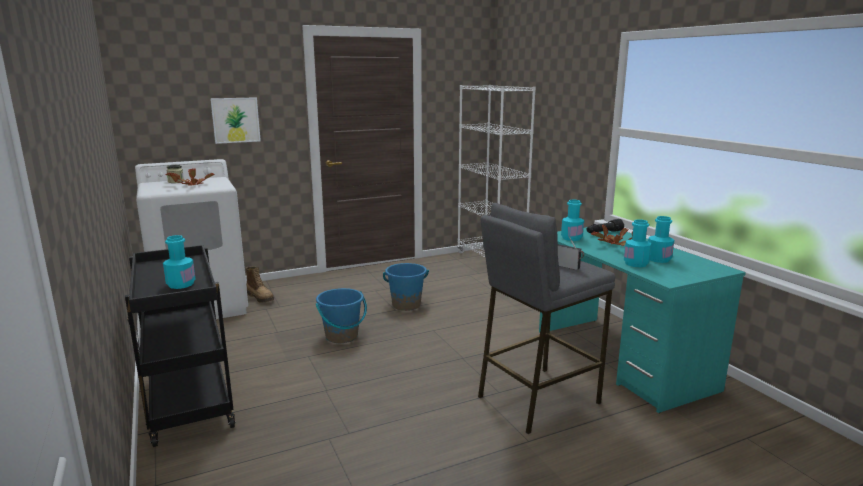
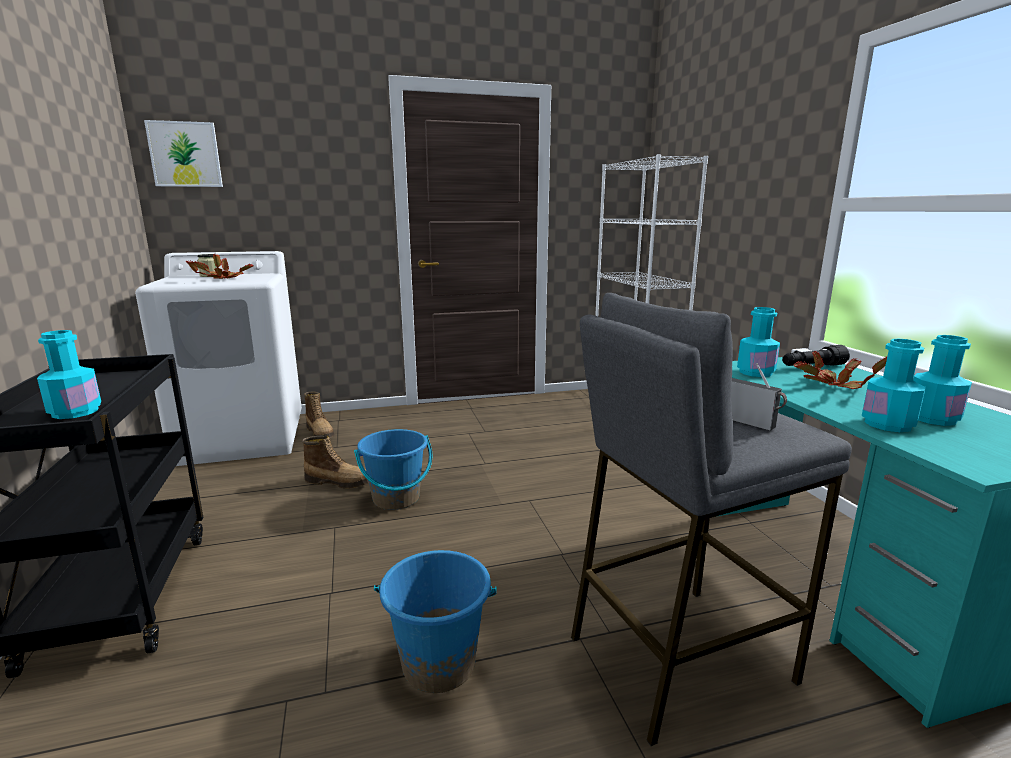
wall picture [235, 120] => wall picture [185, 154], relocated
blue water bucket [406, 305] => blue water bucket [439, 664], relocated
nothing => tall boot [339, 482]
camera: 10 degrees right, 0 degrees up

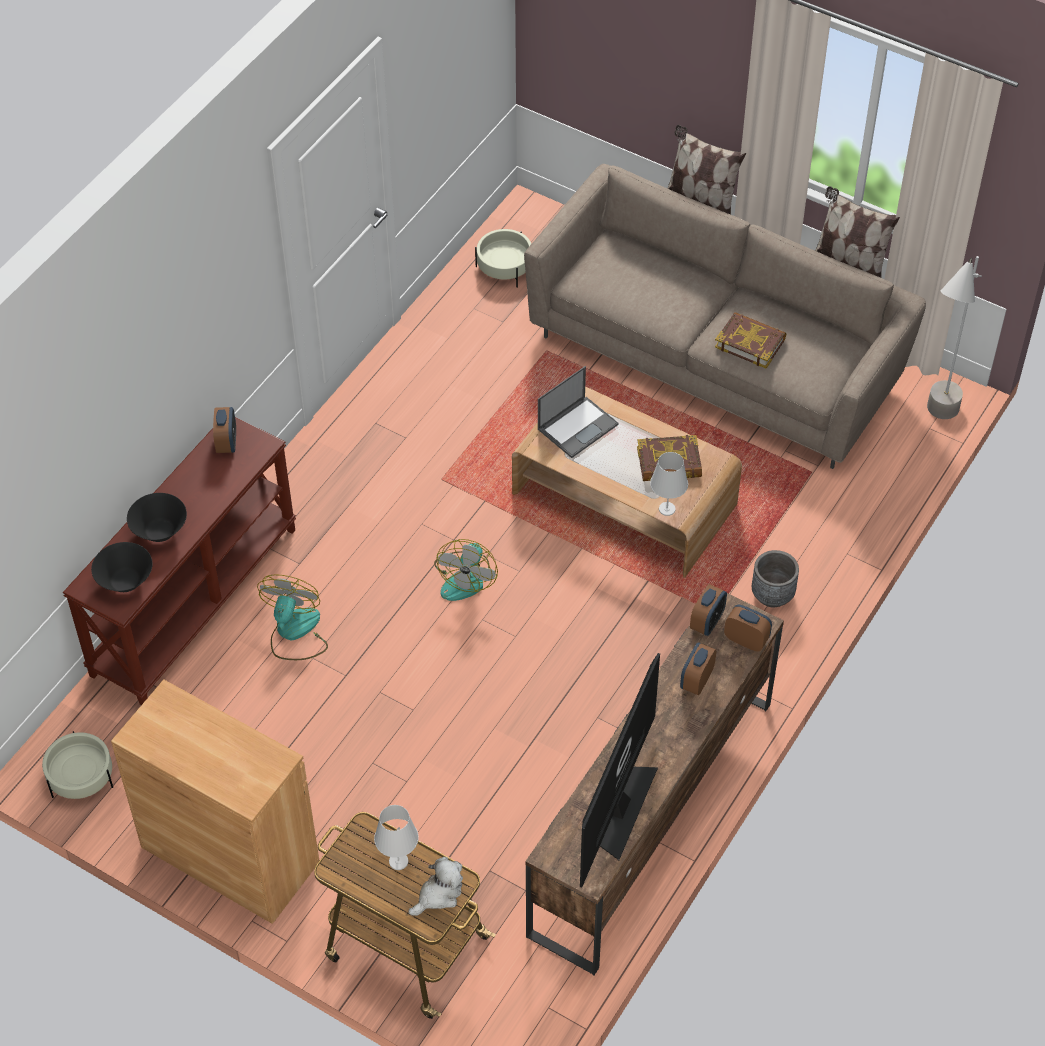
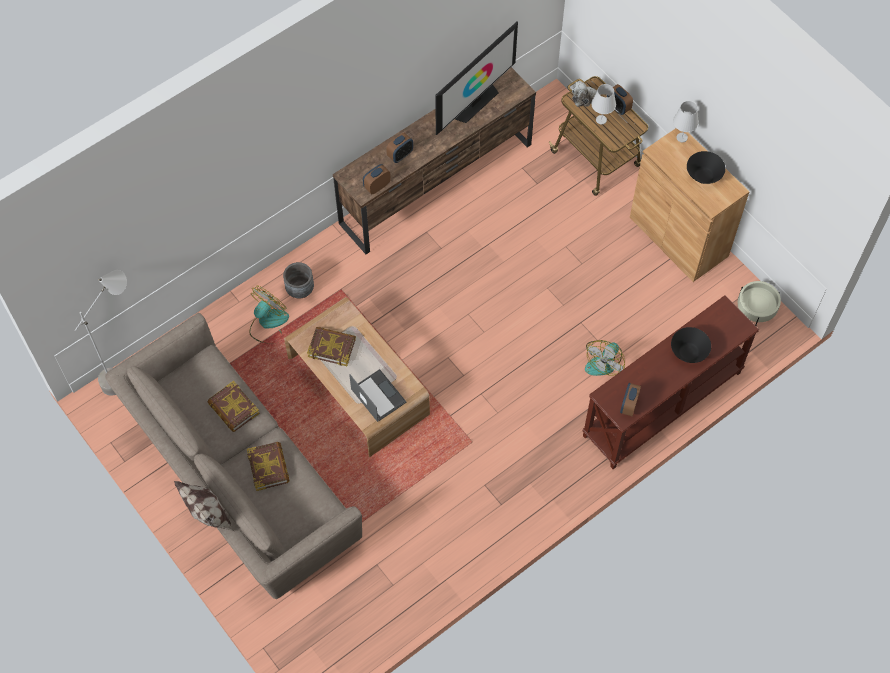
cushion [849, 262] => nothing
sand-coloured plant pot [504, 268] => nothing
notebook computer [578, 426] => notebook computer [377, 395], 75 degrees clockwise
white tabletop lamp [667, 509] => white tabletop lamp [682, 137], relocated
cooling fan [465, 578] => cooling fan [268, 324], relocated
black deep dish [125, 581] => black deep dish [703, 176], relocated
bedside clock [746, 640] => bedside clock [618, 107], relocated
nothing => volume [268, 467]
camera: 160 degrees left, 10 degrees up

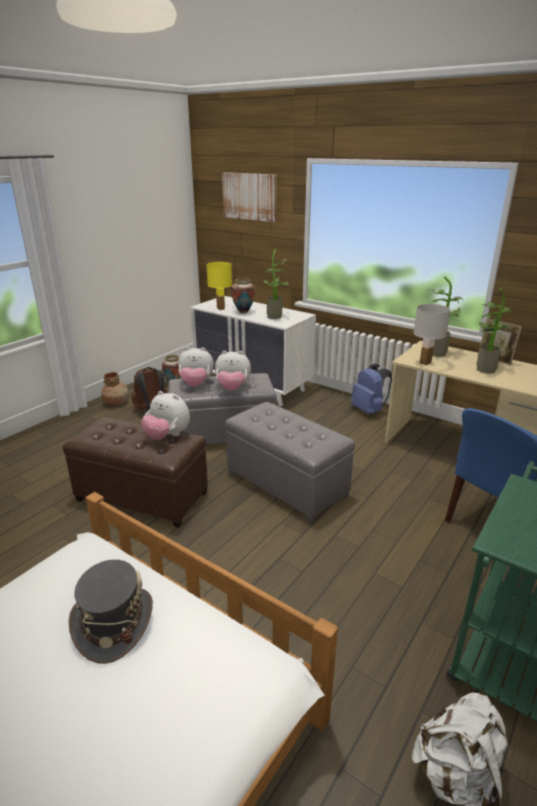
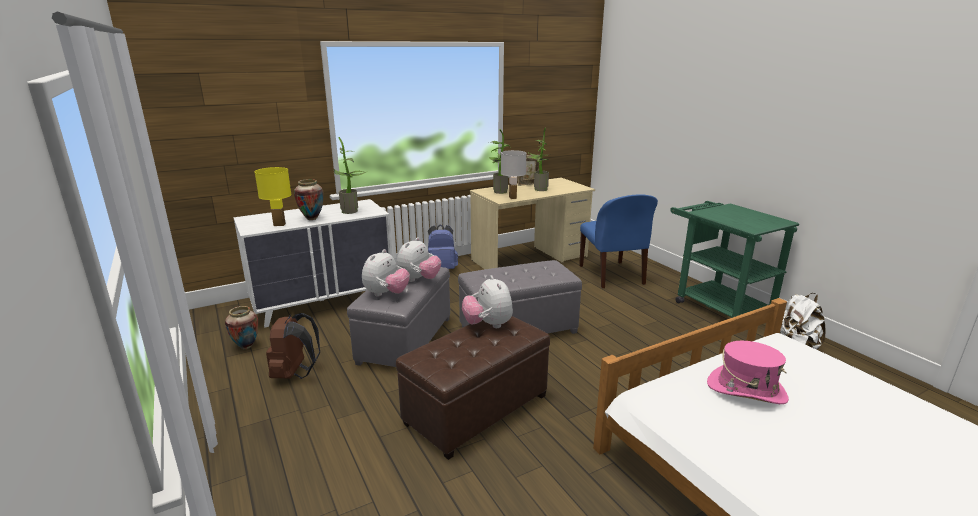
wall picture [250, 196] => nothing
brown-coloured vase [116, 402] => nothing
cuddly toy [167, 436] => cuddly toy [488, 325], 105 degrees clockwise
grey wearable hat [113, 623] => pinkish wearable hat [746, 390]
camera: 65 degrees left, 5 degrees down

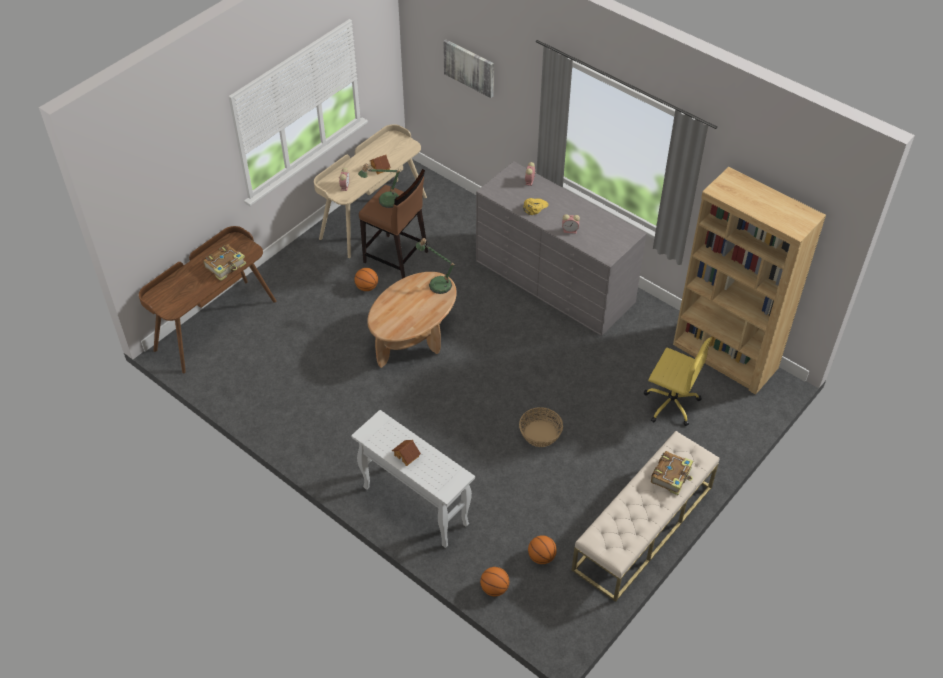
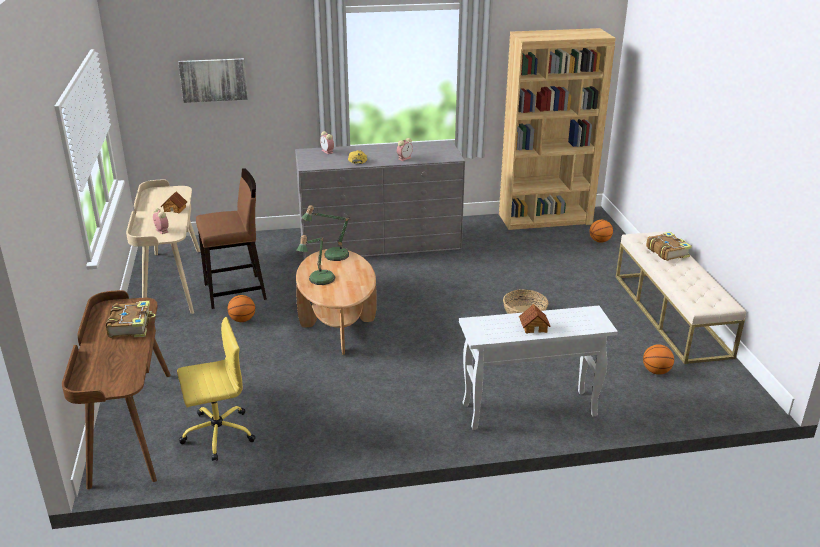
tabletop lamp [385, 200] => tabletop lamp [319, 280], relocated
yellowish computer chair [670, 403] => yellowish computer chair [217, 434], relocated
ball for basketball [494, 588] => ball for basketball [599, 241], relocated
camera: 50 degrees left, 20 degrees down

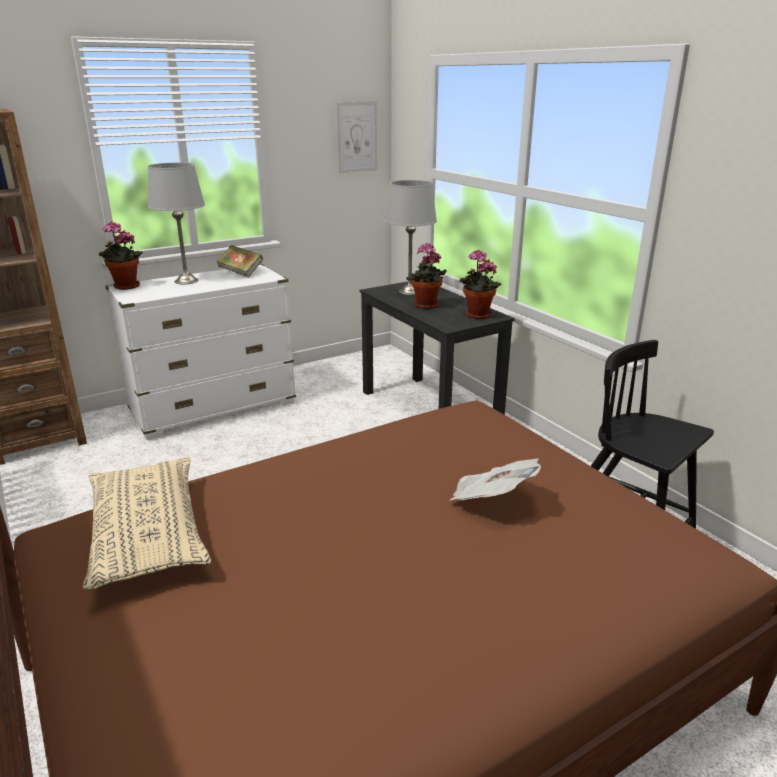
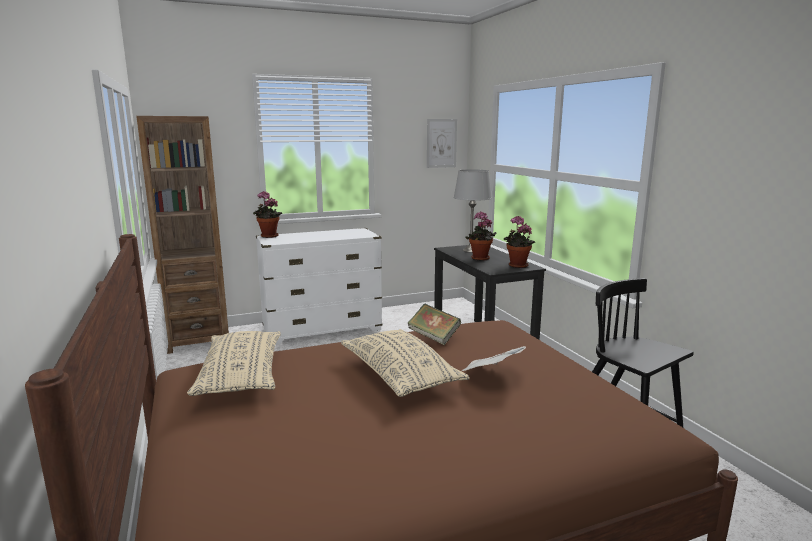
grey tabletop lamp [186, 281] => nothing
volume [241, 273] => volume [433, 337], relocated
nothing => sand-coloured cushion [400, 375]
camera: 10 degrees right, 10 degrees down

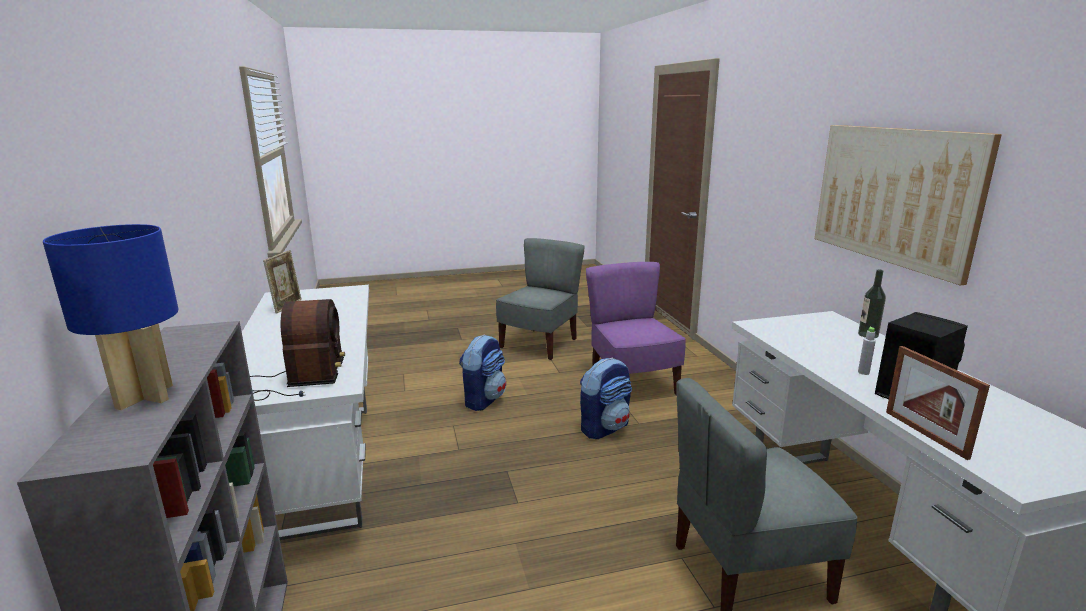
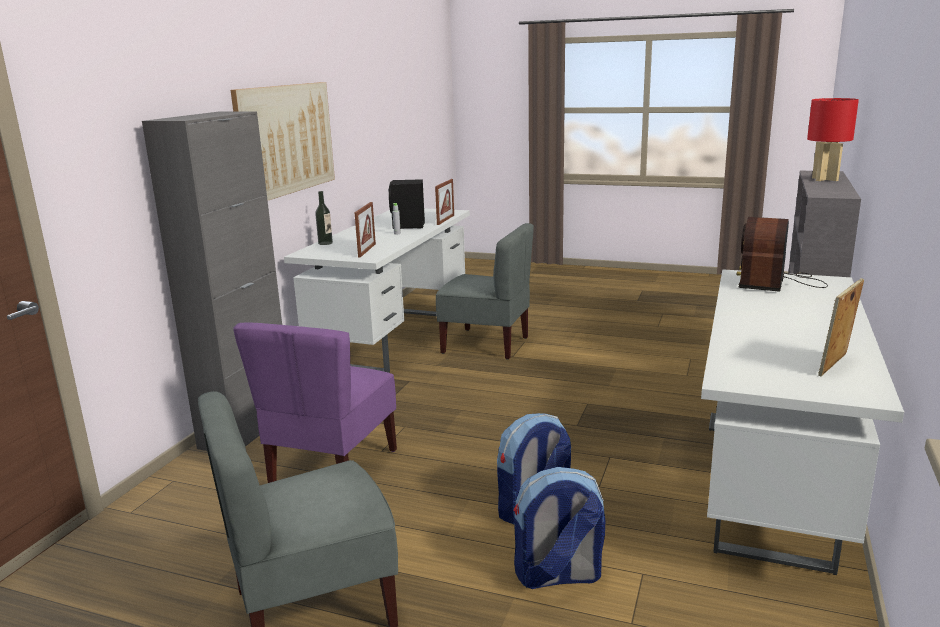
blue tabletop lamp [145, 396] => red tabletop lamp [824, 179]
backpack [605, 428] => backpack [557, 576], relocated
nothing => grey cabinet [247, 429]
nothing => photo frame [367, 250]
camera: 145 degrees left, 0 degrees up

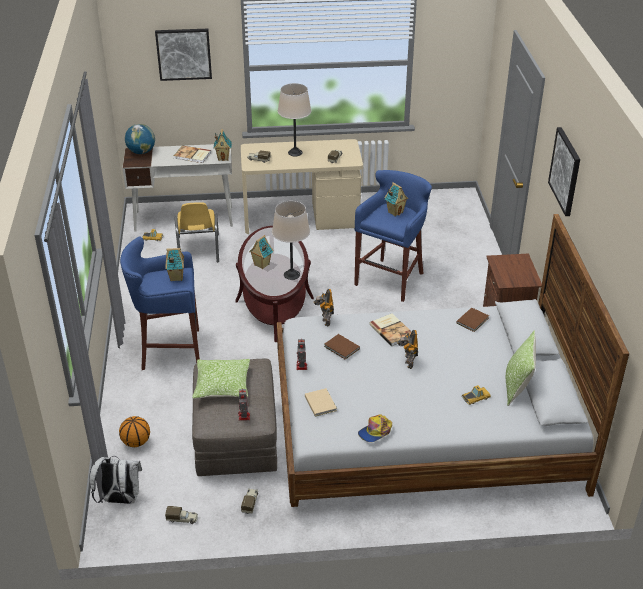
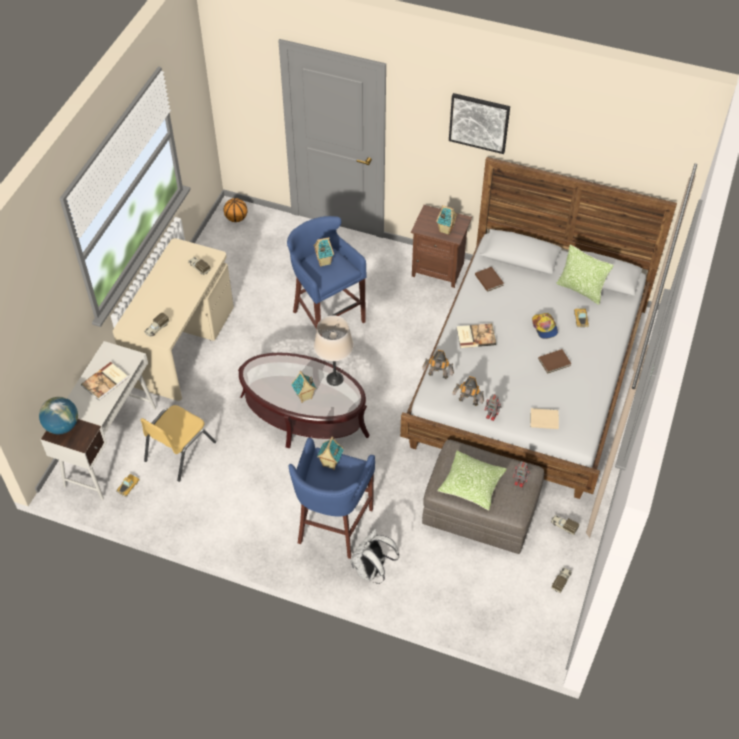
wall picture [184, 54] => nothing
sand-coloured tabletop lamp [295, 153] => nothing
miniature house [223, 158] => miniature house [445, 229], relocated
yellowish upright chair [198, 250] => yellowish upright chair [179, 451], 105 degrees clockwise
toy robot [408, 361] => toy robot [468, 402], relocated
brown-coloured volume [342, 348] => brown-coloured volume [555, 362], relocated
cap [375, 431] => cap [544, 327], relocated
ball for basketball [136, 442] => ball for basketball [236, 218], relocated
white backpack [119, 499] => white backpack [372, 570], relocated
camera: 65 degrees left, 15 degrees up

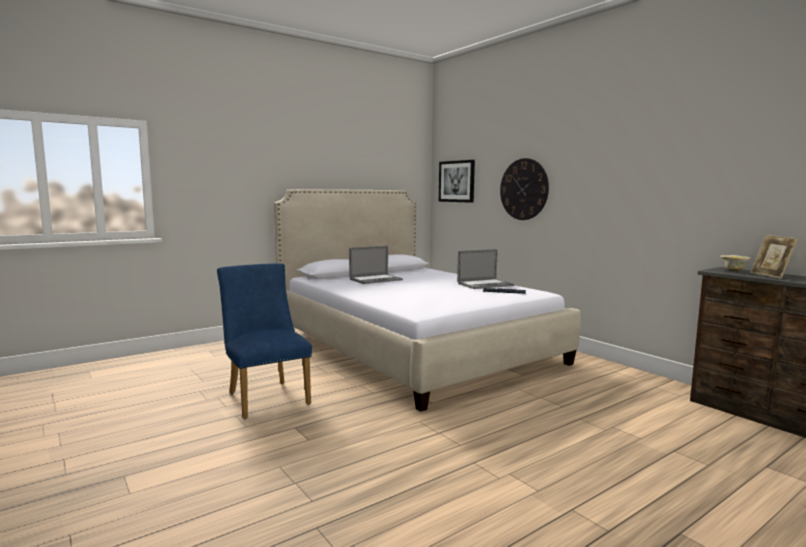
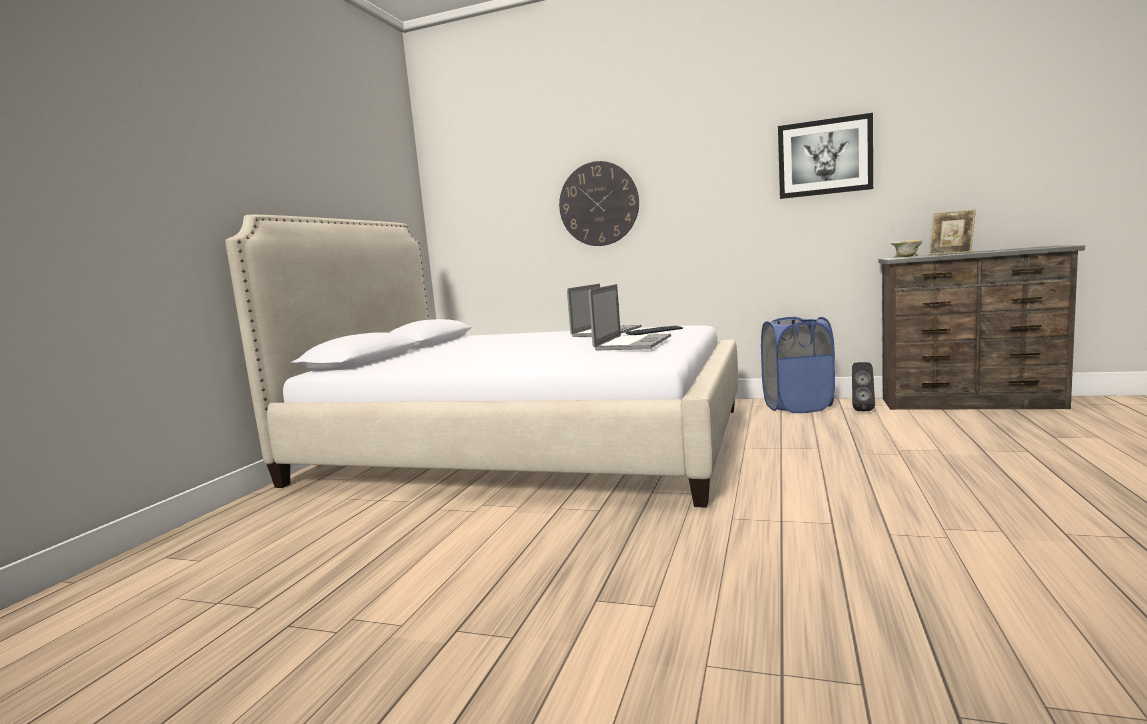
wall picture [456, 181] => wall picture [824, 157], relocated
notebook computer [376, 279] => notebook computer [633, 343], relocated
blue upright chair [266, 396] => nothing
nothing => blue hamper [797, 406]
nothing => black speaker [862, 410]
camera: 35 degrees left, 0 degrees up

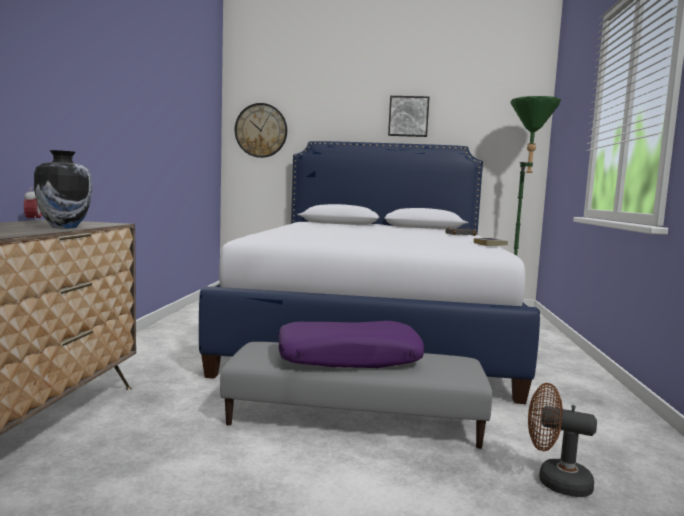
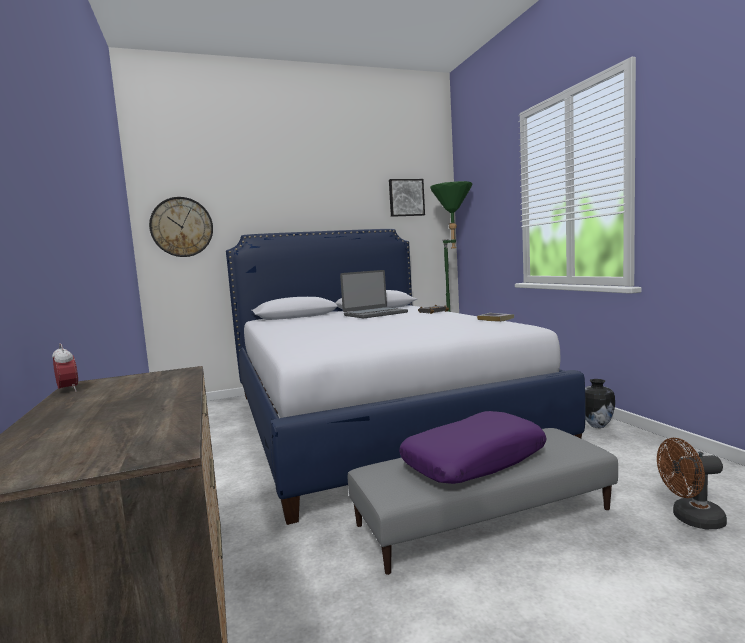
wall picture [408, 116] => wall picture [406, 197], relocated
vase [64, 227] => vase [596, 425], relocated
nothing => notebook computer [374, 314]
camera: 25 degrees left, 0 degrees up

